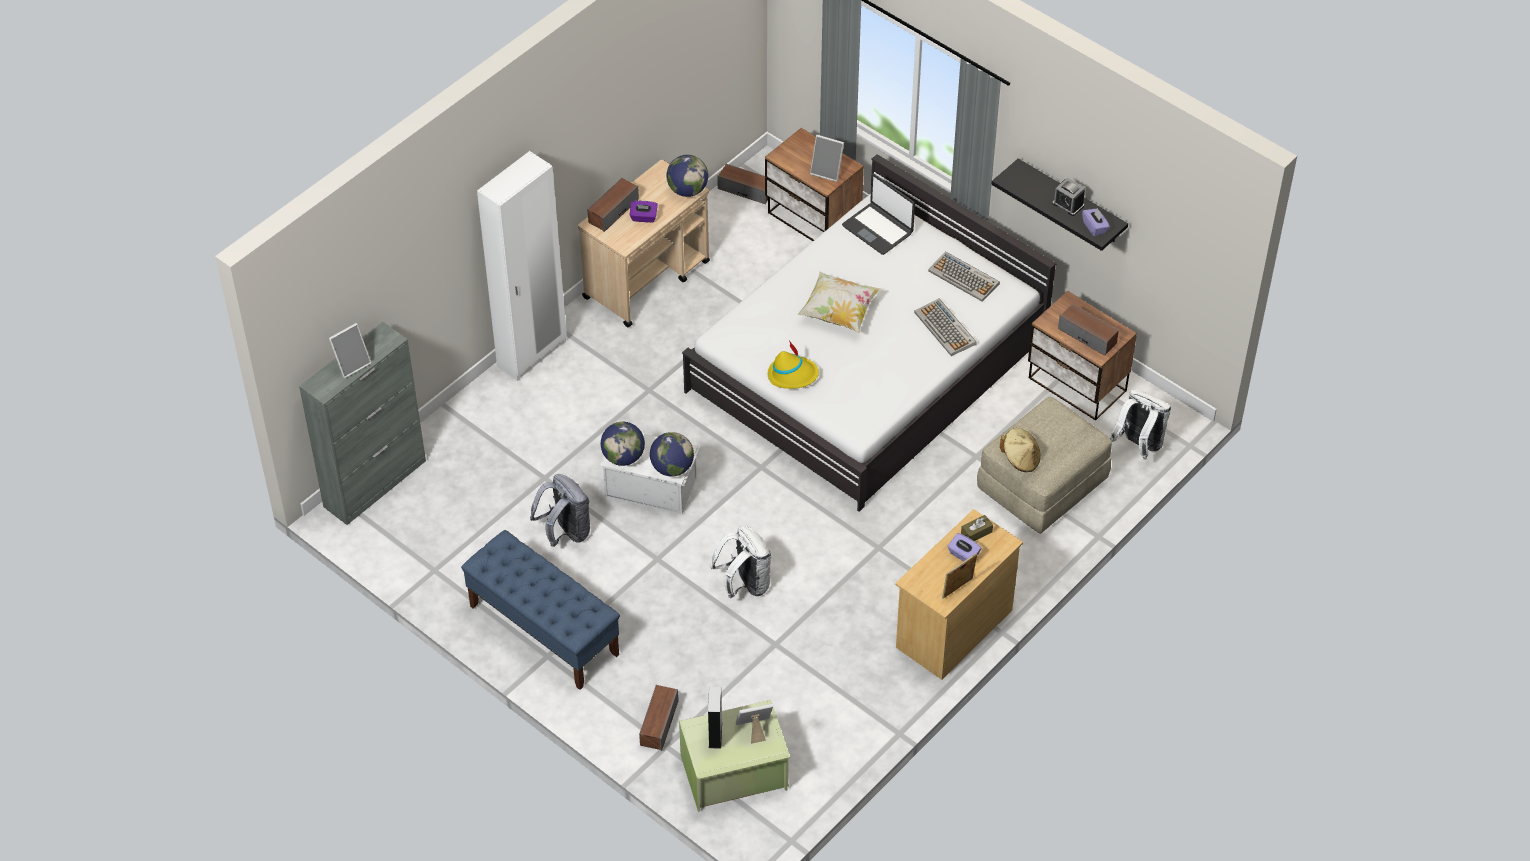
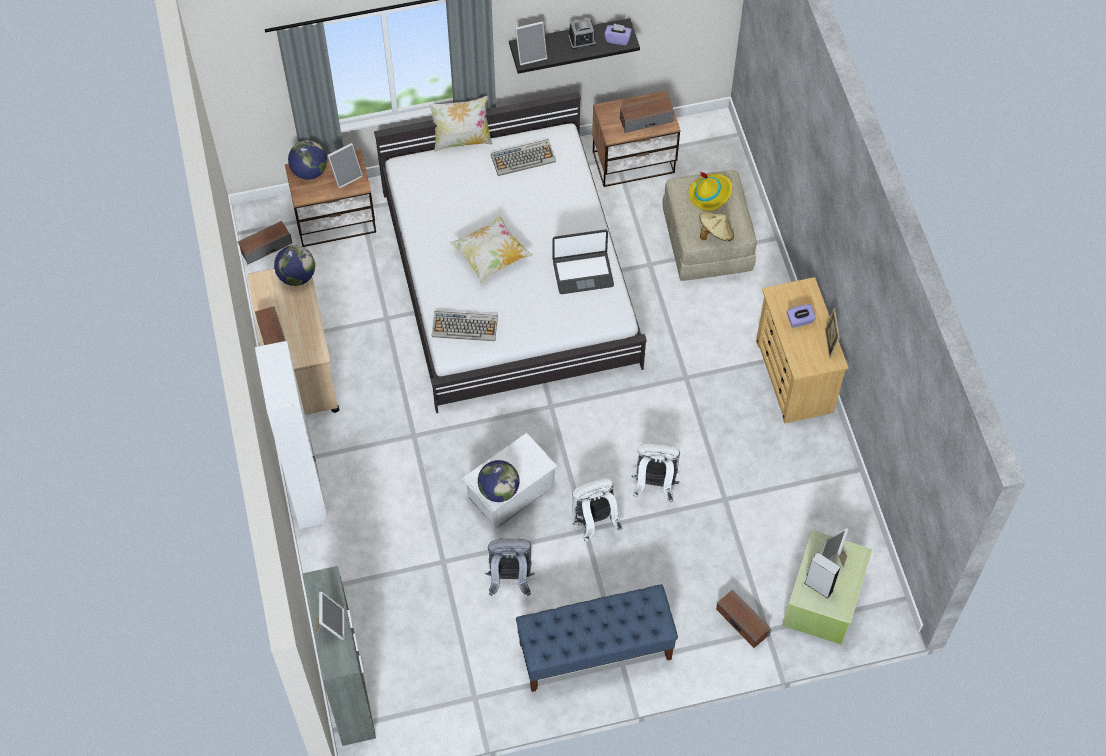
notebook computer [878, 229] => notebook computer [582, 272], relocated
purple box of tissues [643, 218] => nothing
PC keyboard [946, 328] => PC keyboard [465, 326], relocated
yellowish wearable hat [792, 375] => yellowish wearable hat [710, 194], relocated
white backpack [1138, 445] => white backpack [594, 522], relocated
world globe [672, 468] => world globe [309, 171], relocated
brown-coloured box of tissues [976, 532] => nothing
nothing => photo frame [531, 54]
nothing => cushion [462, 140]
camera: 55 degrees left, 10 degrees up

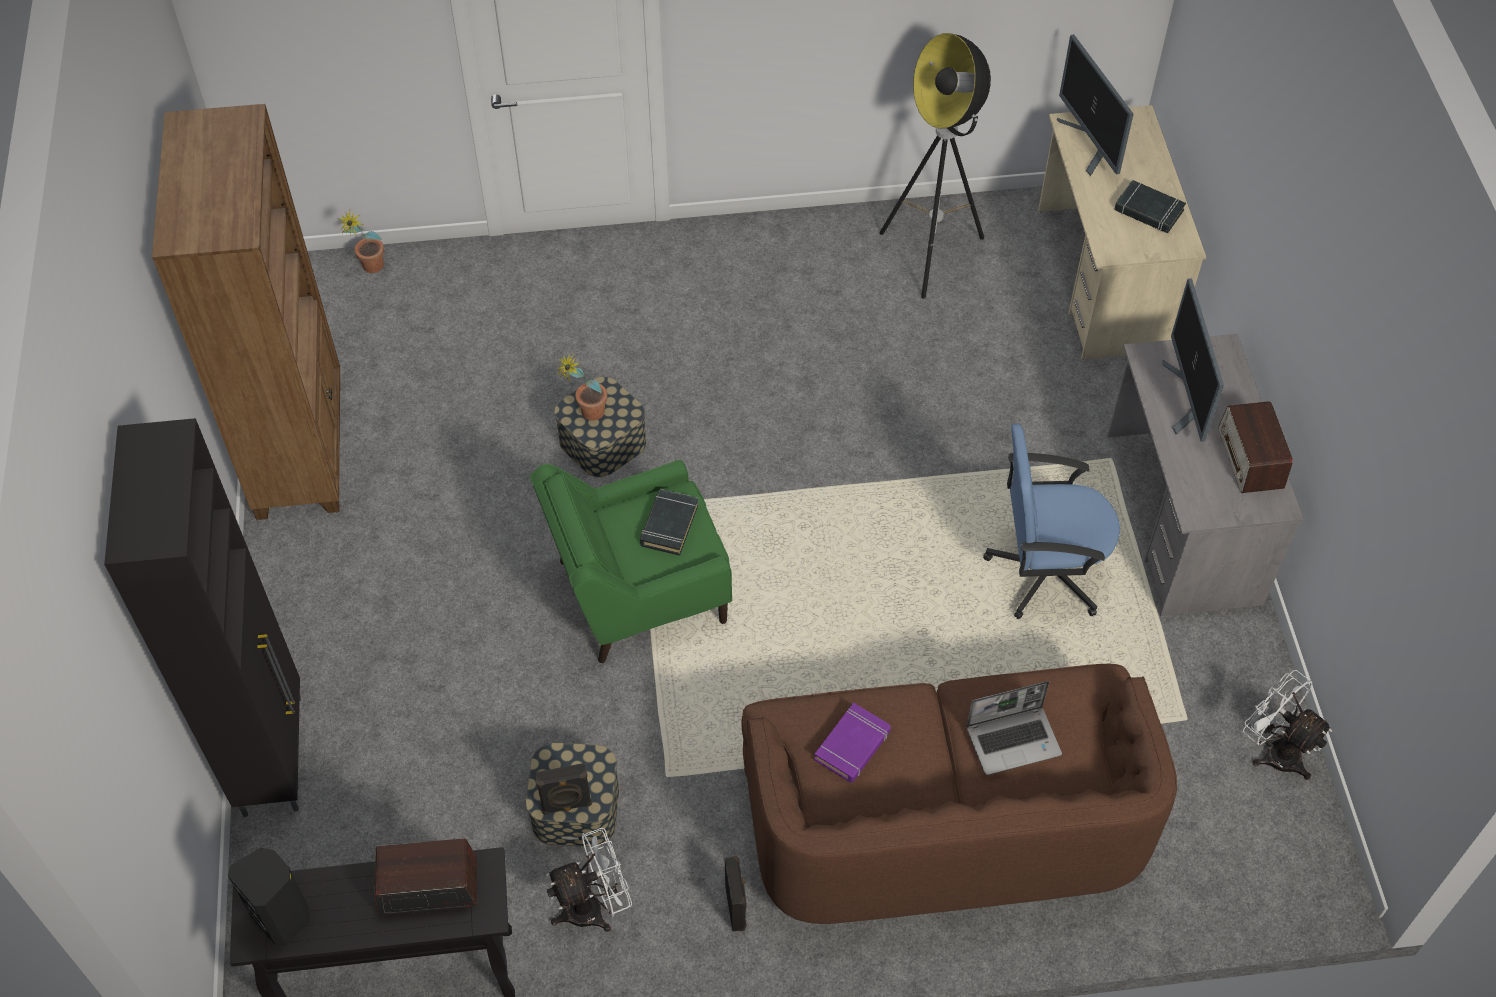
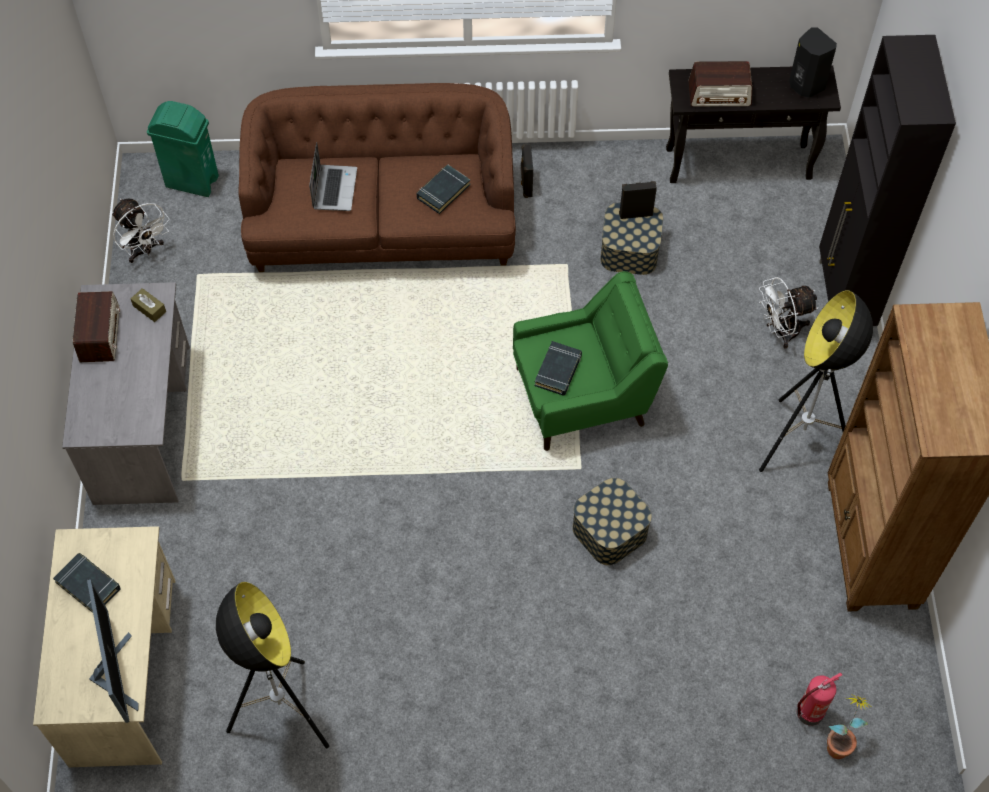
computer screen [1188, 399] => nothing
plant in a pot [587, 415] => nothing
blue computer chair [1045, 571] => nothing
notebook computer [1014, 740] => notebook computer [334, 188], 105 degrees clockwise
purple volume [852, 746] => black volume [443, 191]
white cooling fan [594, 907] => white cooling fan [780, 331], relocated
nothing => green-coloured trash can [191, 181]
nothing => brown-coloured box of tissues [149, 308]
nothing => floor lamp [800, 444]
nothing => fire extinguisher [809, 713]
camera: 175 degrees left, 5 degrees up

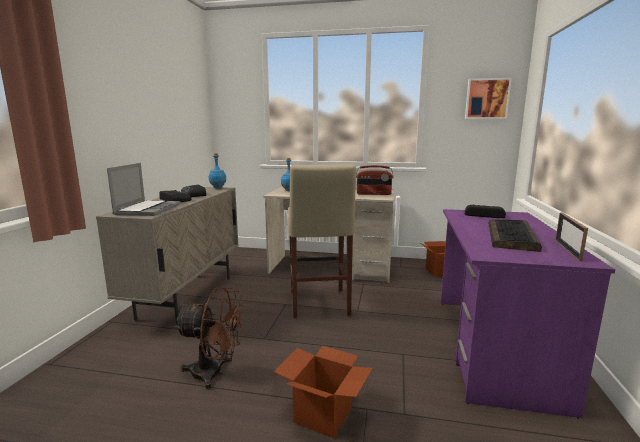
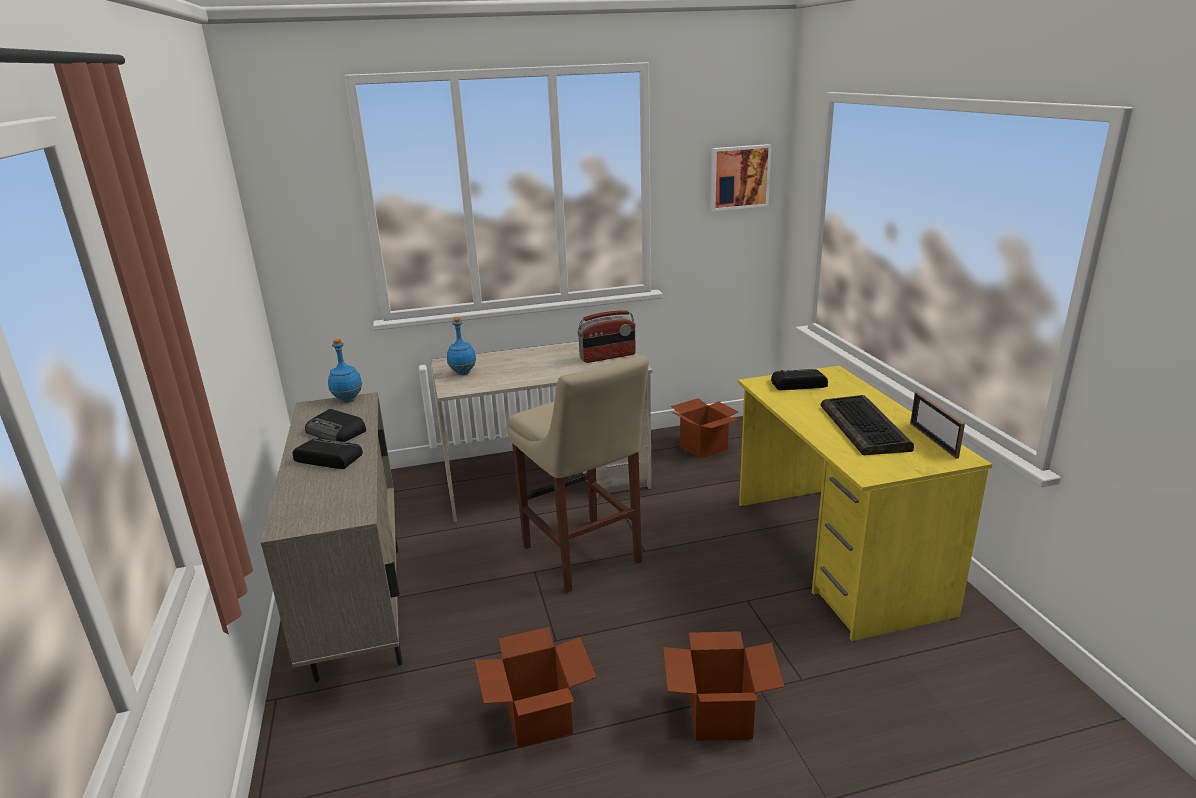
notebook computer [148, 209] => nothing
purple desk table [493, 347] => yellowish desk table [835, 555]
brown-coloured cooling fan [214, 373] => cardboard box [538, 718]
camera: 25 degrees left, 10 degrees up

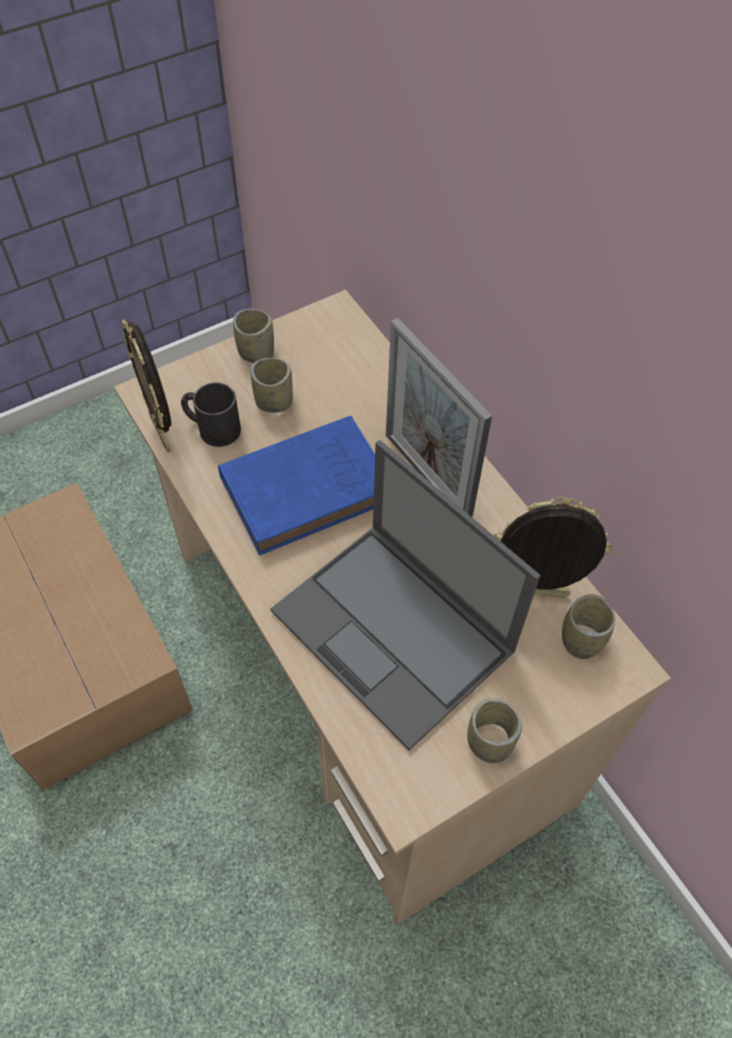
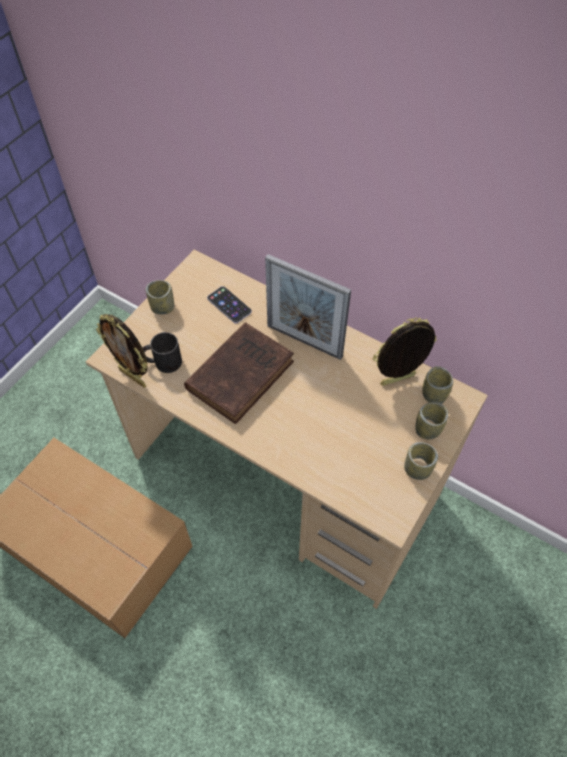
drinking cup [274, 402] => drinking cup [427, 429], relocated
blue volume [310, 487] => brown-coloured volume [242, 373]
notebook computer [395, 632] => nothing
nothing => telephone [229, 305]
camera: 25 degrees left, 0 degrees up

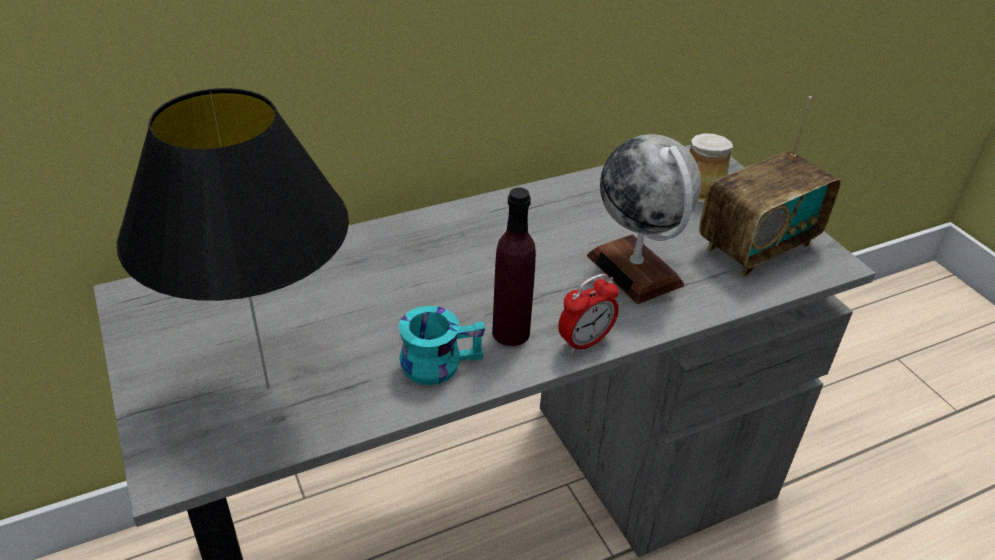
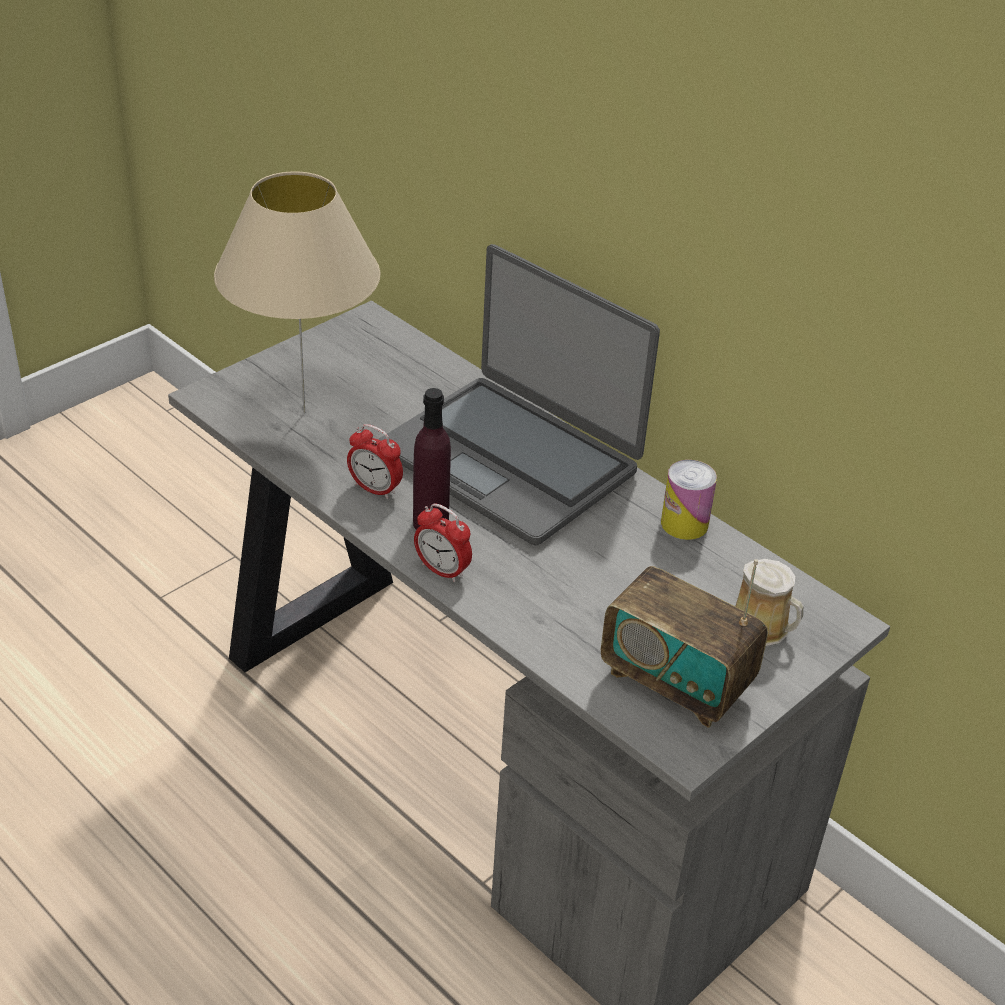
black tabletop lamp [268, 386] => sand-coloured tabletop lamp [305, 412]
world globe [635, 270] => nothing
blue-green tea mug [438, 360] => bedside clock [375, 489]
nothing => notebook computer [510, 459]
nothing => metal can [684, 524]
camera: 70 degrees right, 0 degrees up

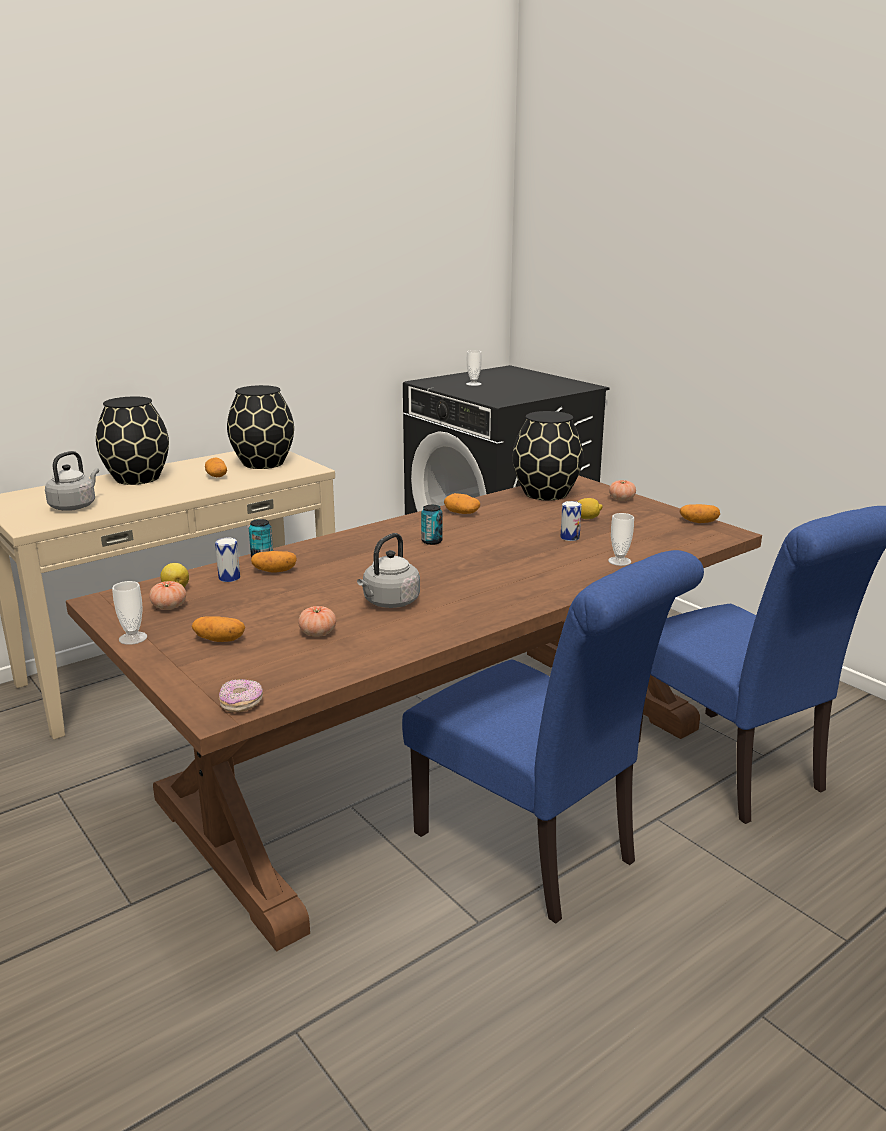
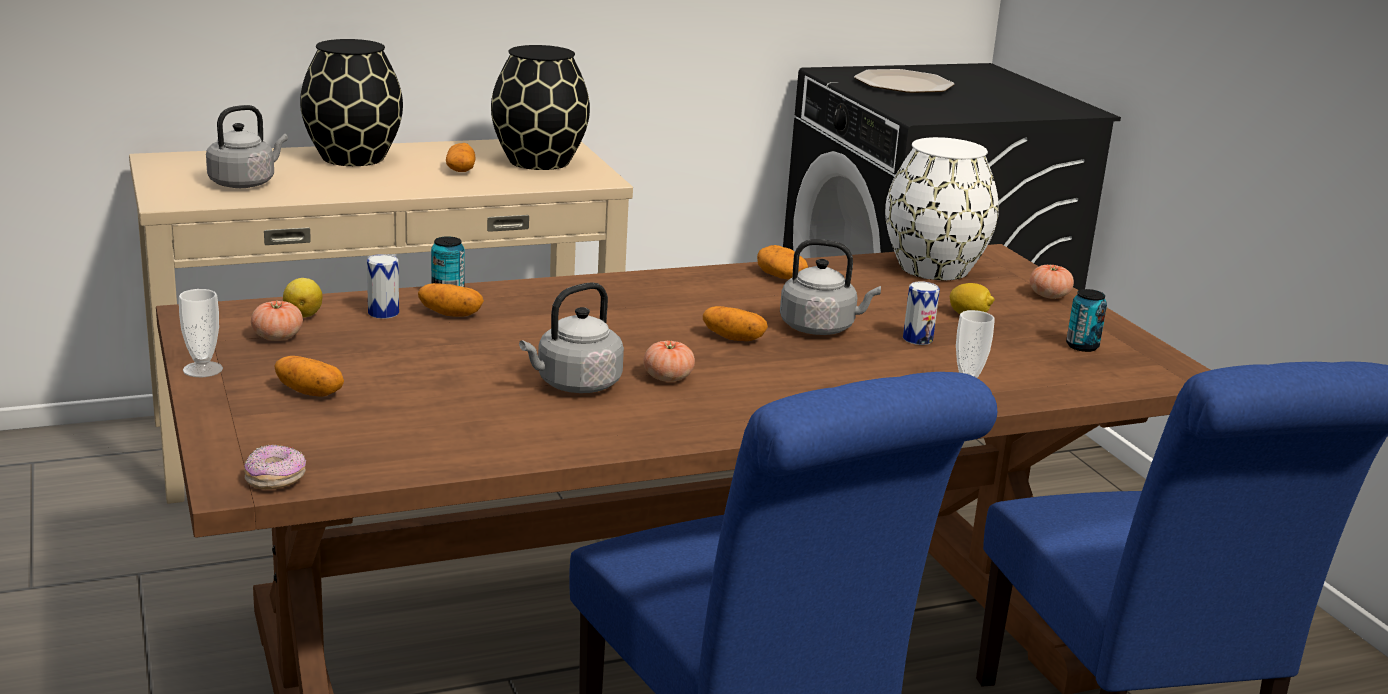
drinking cup [473, 384] => dinner plate [904, 84]
black vase [546, 493] => white vase [935, 268]
spud [698, 522] => spud [733, 338], relocated
metal can [432, 541] => metal can [1082, 346], relocated
tomato [318, 633] => tomato [668, 378], relocated
nothing => grey tea kettle [821, 328]
camera: 15 degrees right, 0 degrees up

